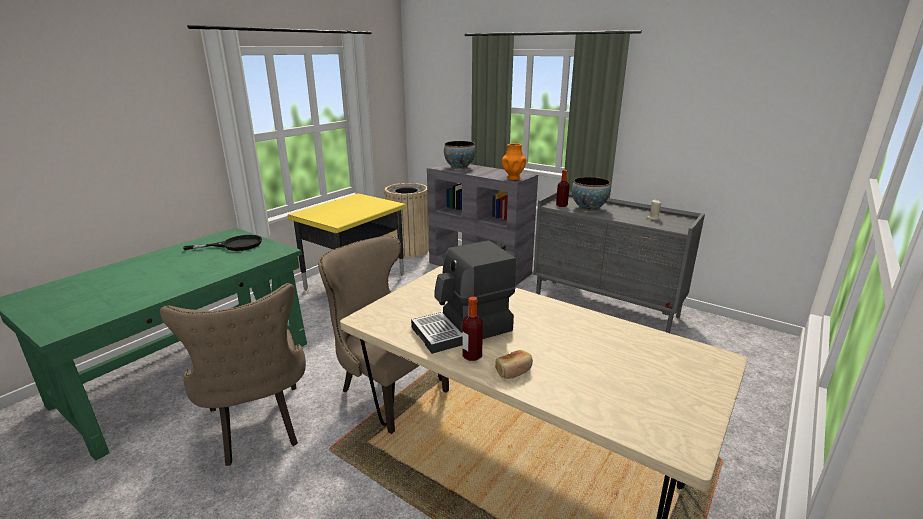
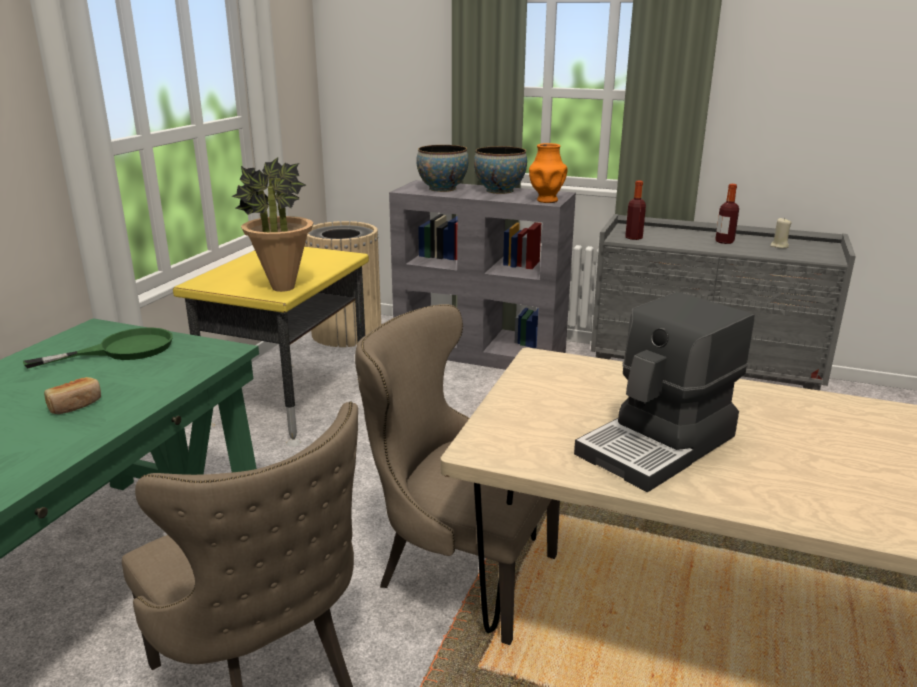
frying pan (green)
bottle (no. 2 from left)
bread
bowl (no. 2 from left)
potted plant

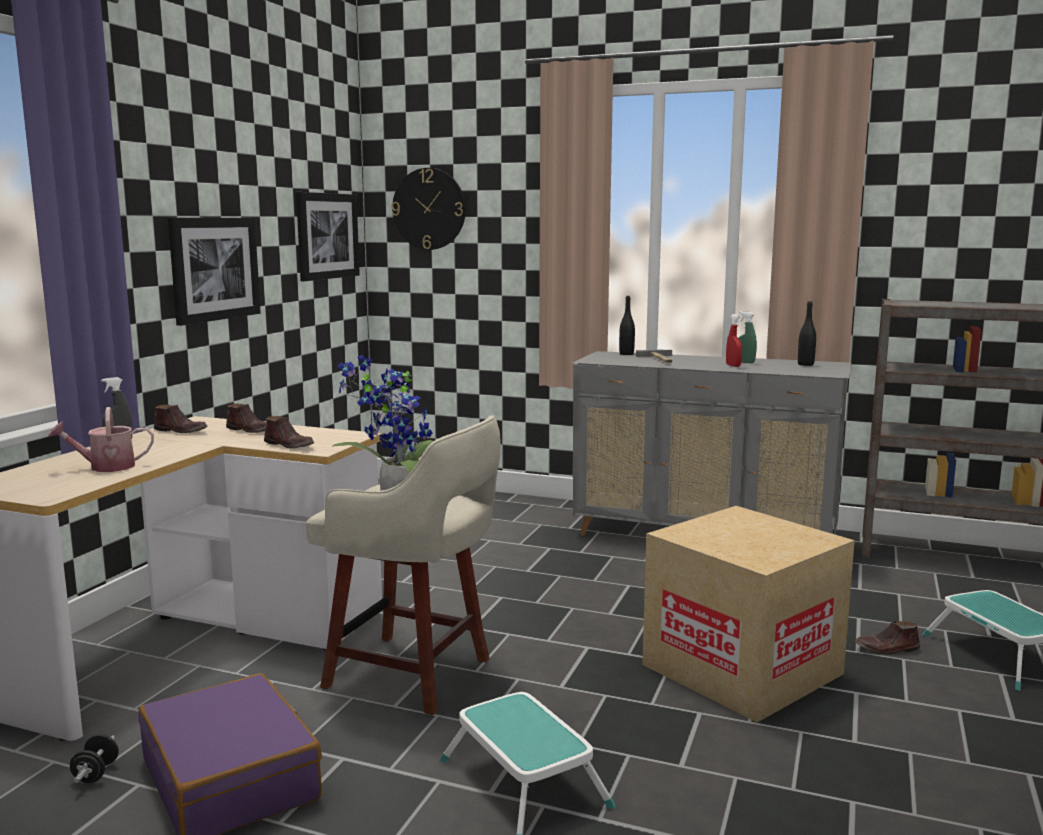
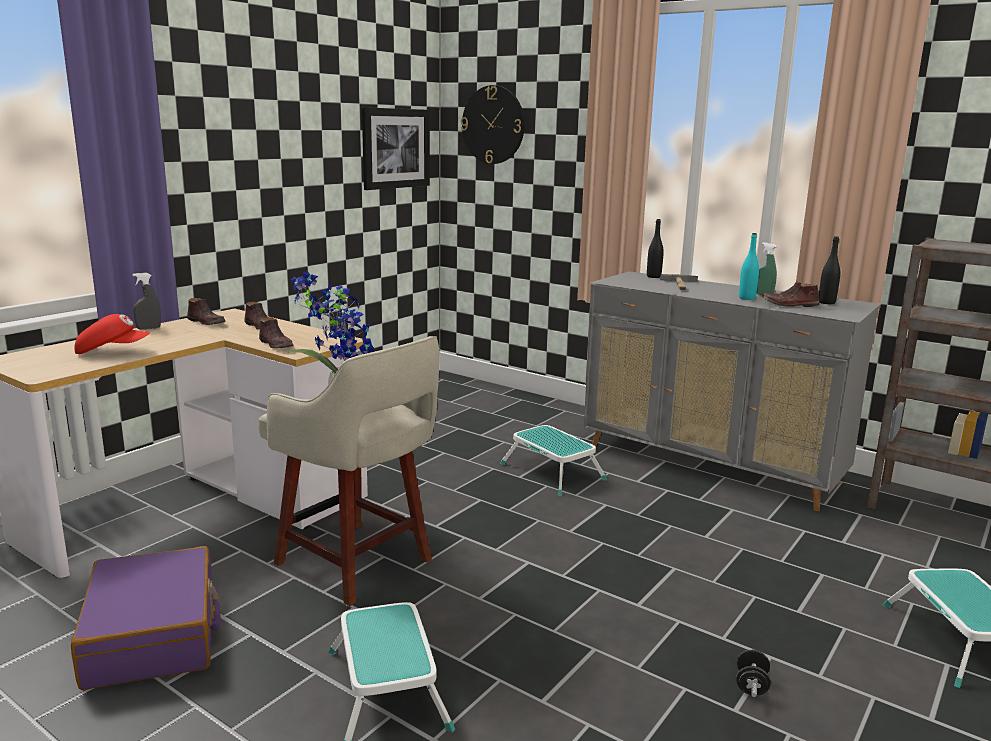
cap (red)
dumbbell (black)
picture (no. 1 from left in the first image)
cardboard box
bottle (turquoise)
shoe (brown) (no. 4 from left)
step ladder (turquoise) (no. 2 from left)

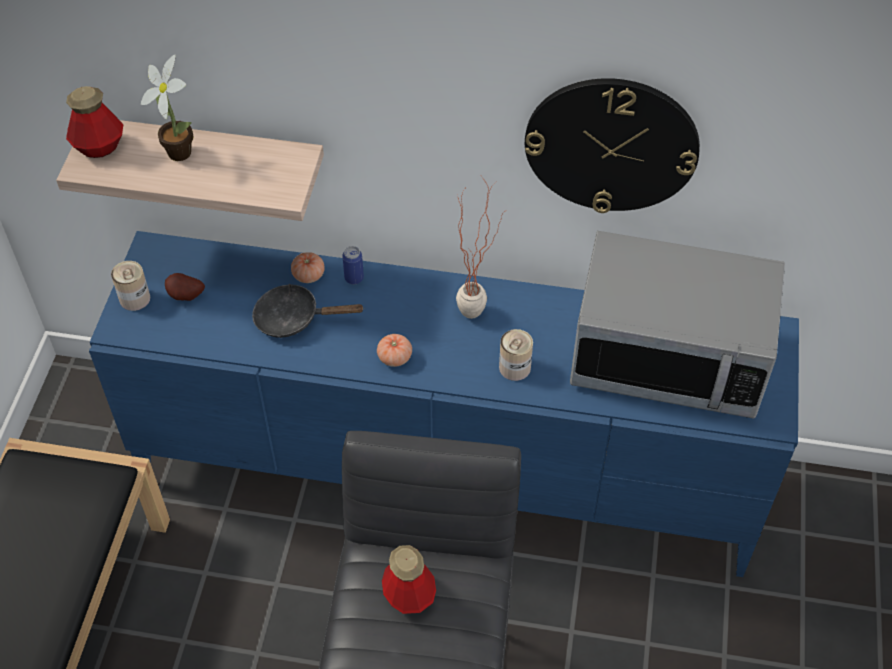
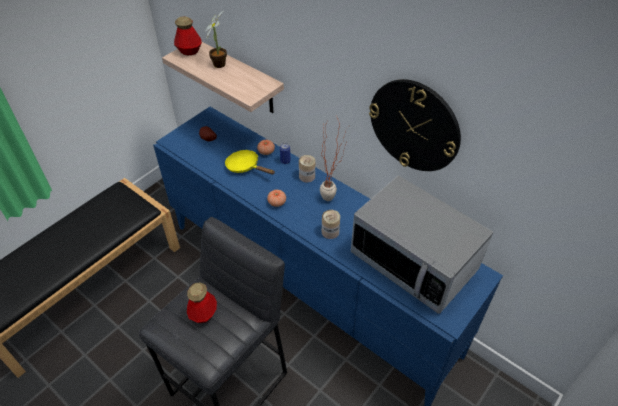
can (no. 2 from left)
frying pan (yellow)

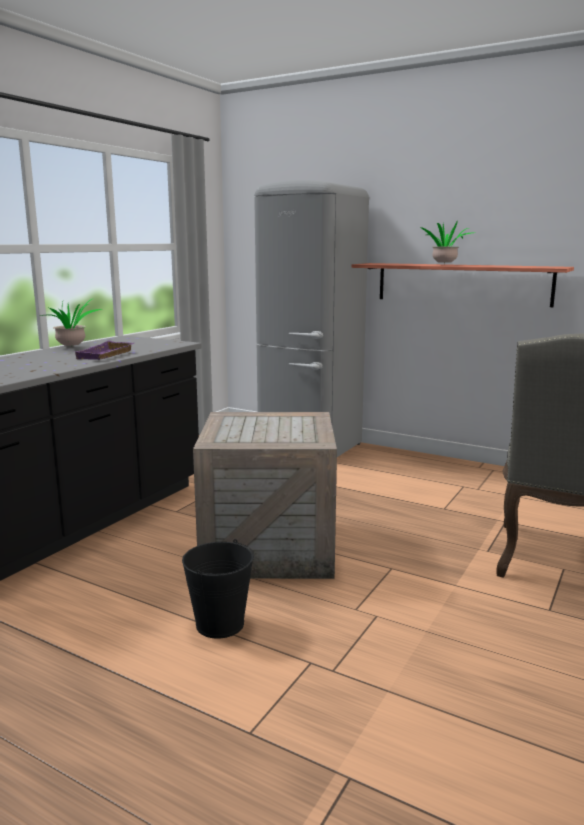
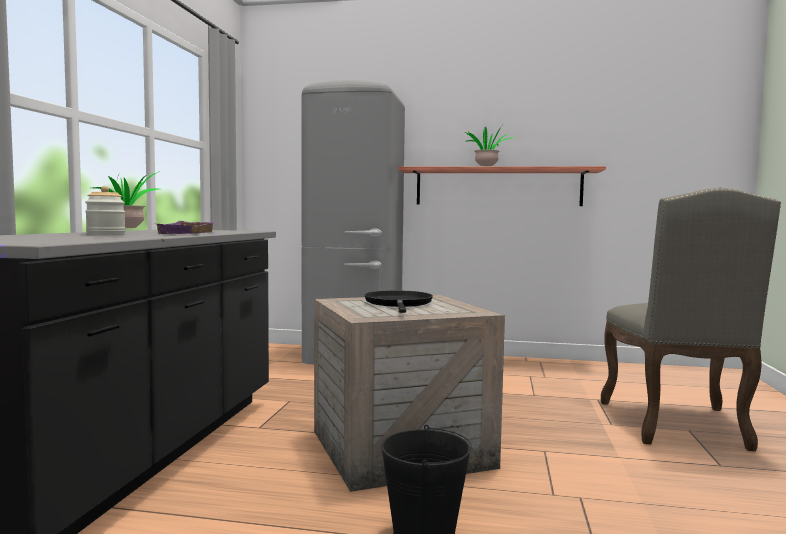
jar
frying pan (black)

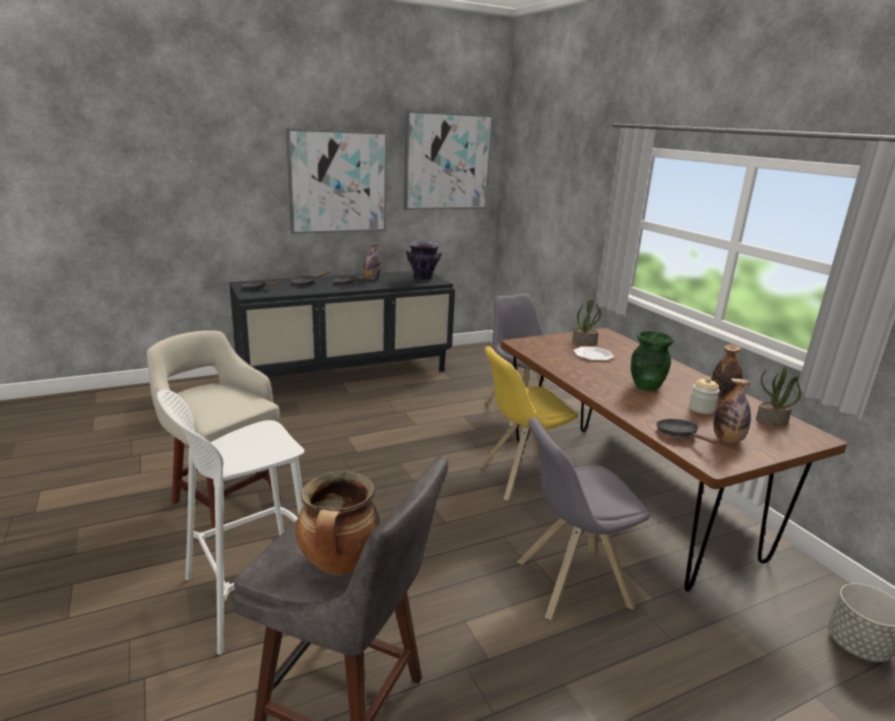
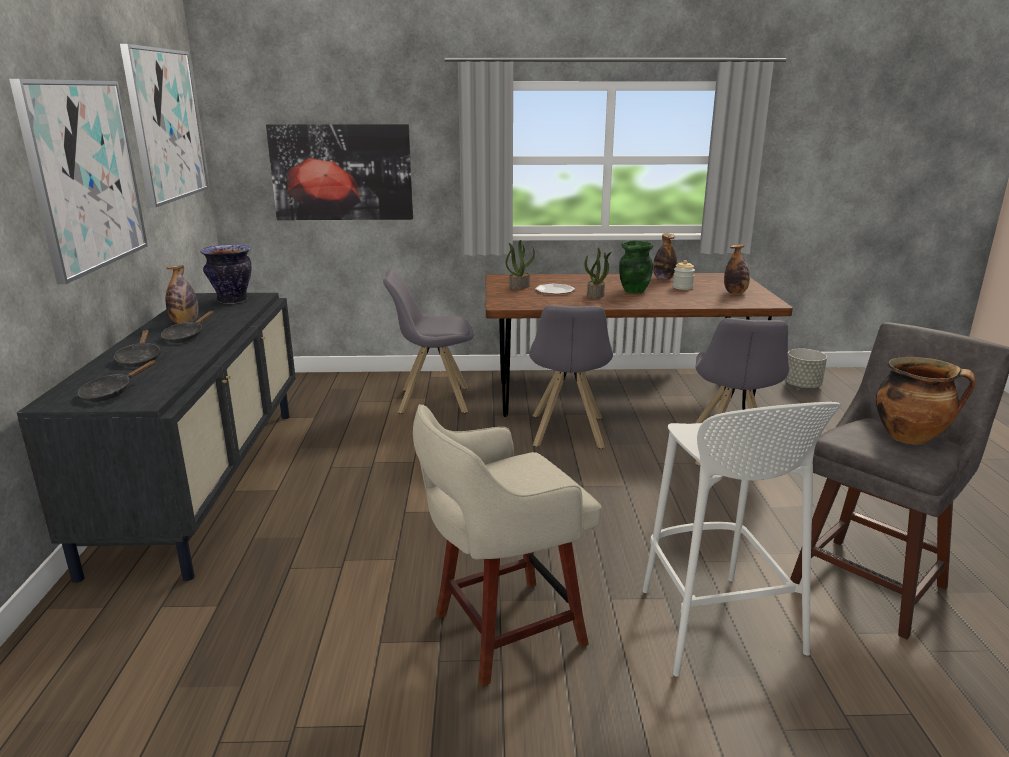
chair (grey) (no. 2 from left)
frying pan (black) (no. 4 from left in the first image)
potted plant (no. 2 from left)
picture (no. 3 from left)

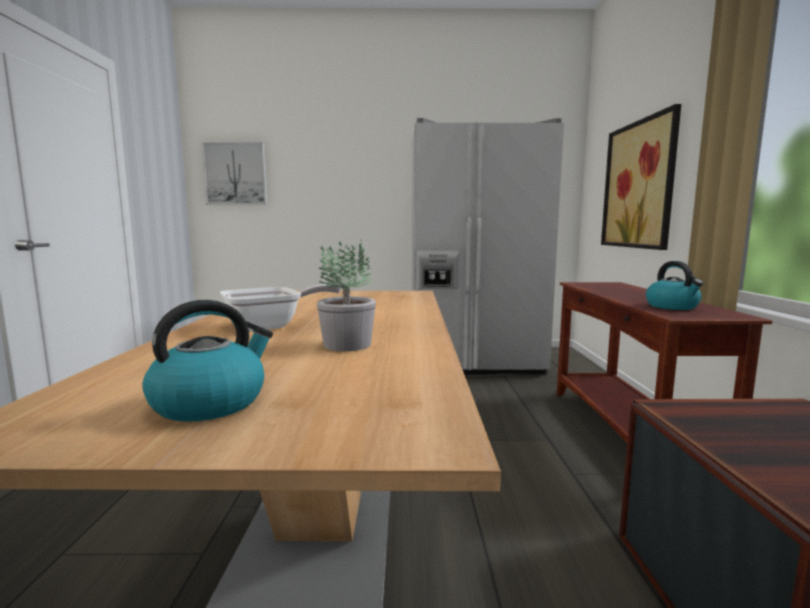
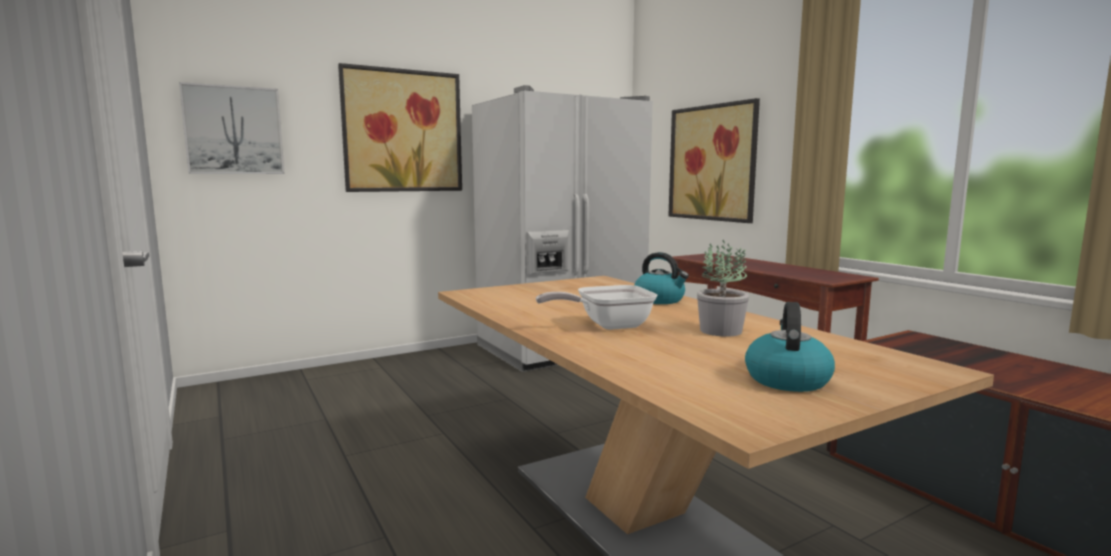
frying pan
kettle (no. 1 from left)
picture (no. 2 from left)

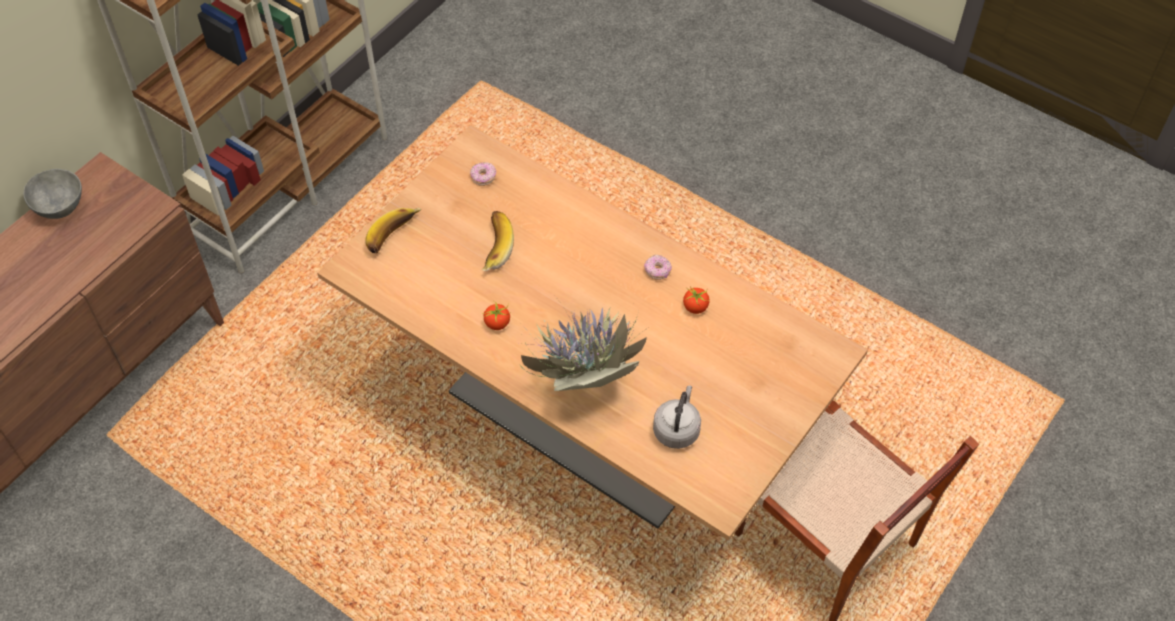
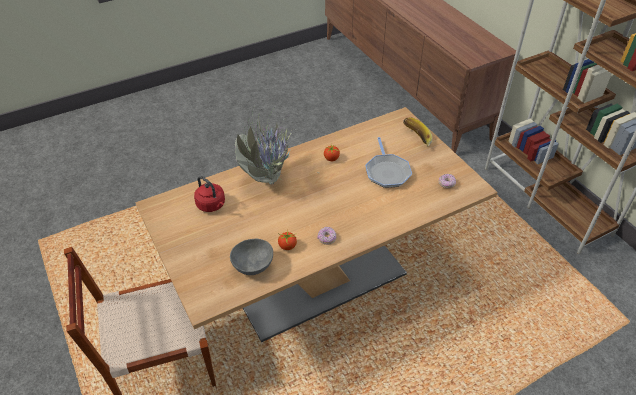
bowl (grey)
frying pan
kettle (red)

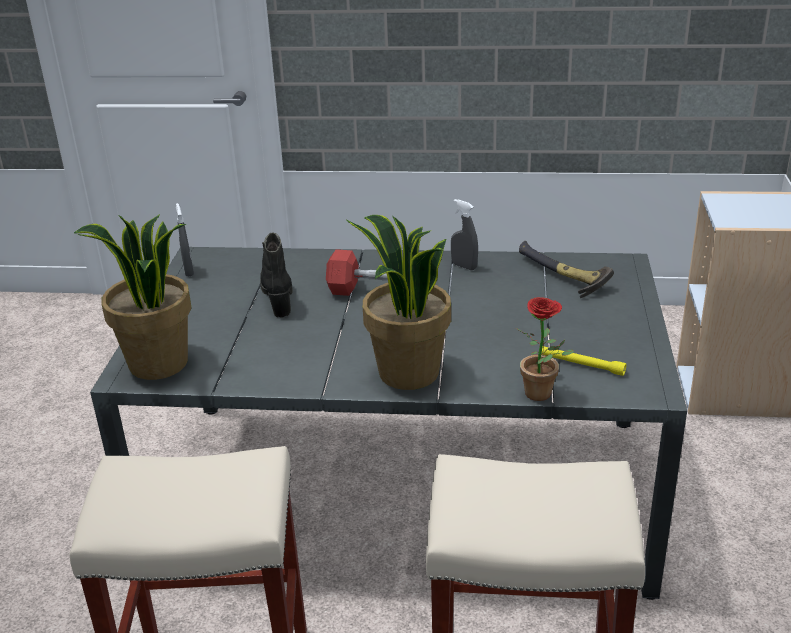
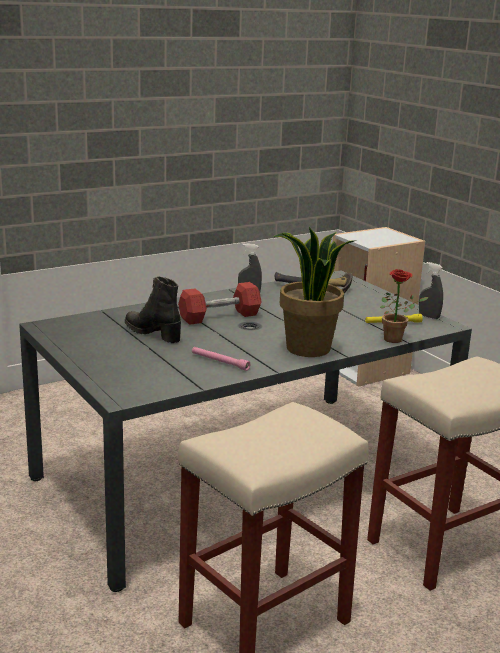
potted plant (no. 1 from left in the first image)
spray bottle (grey) (no. 2 from left)
flashlight (pink)

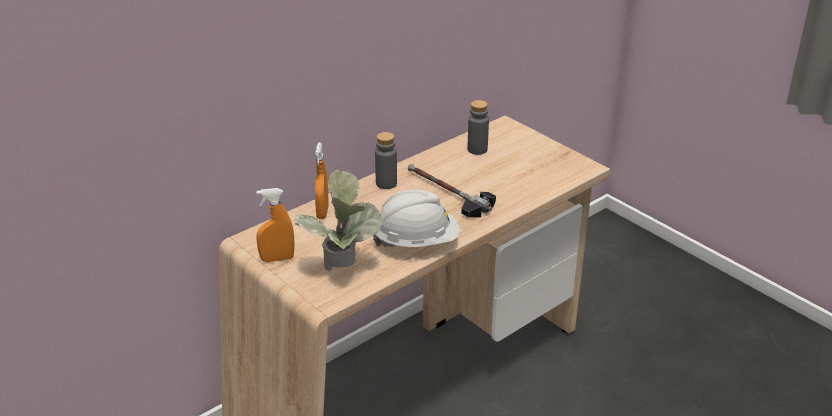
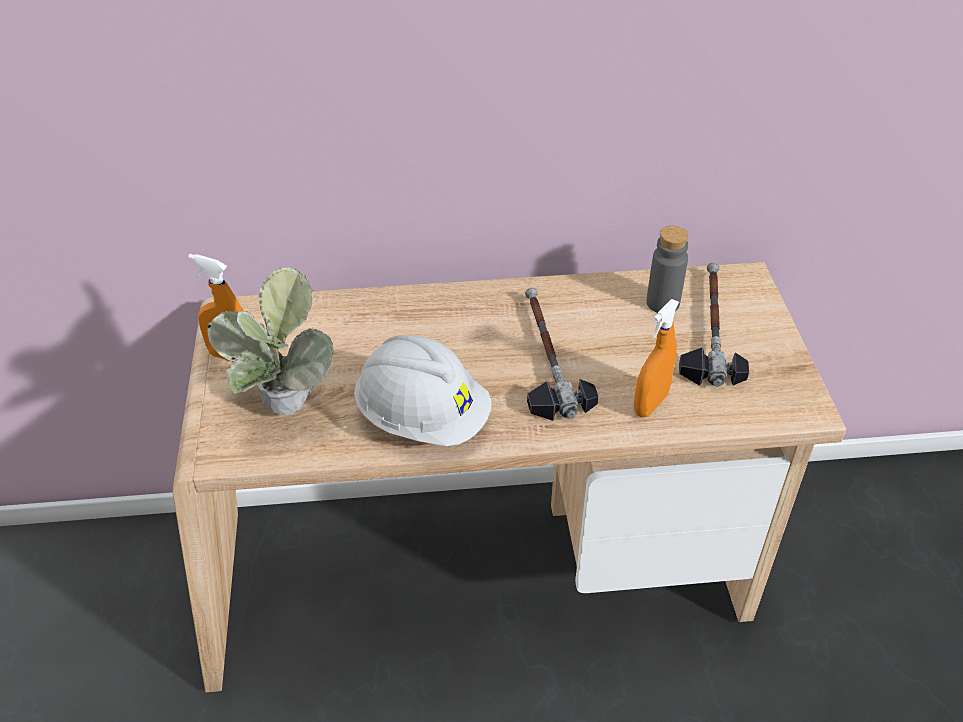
spray bottle (orange) (no. 2 from left)
bottle (grey) (no. 1 from left in the first image)
hammer (no. 2 from left)

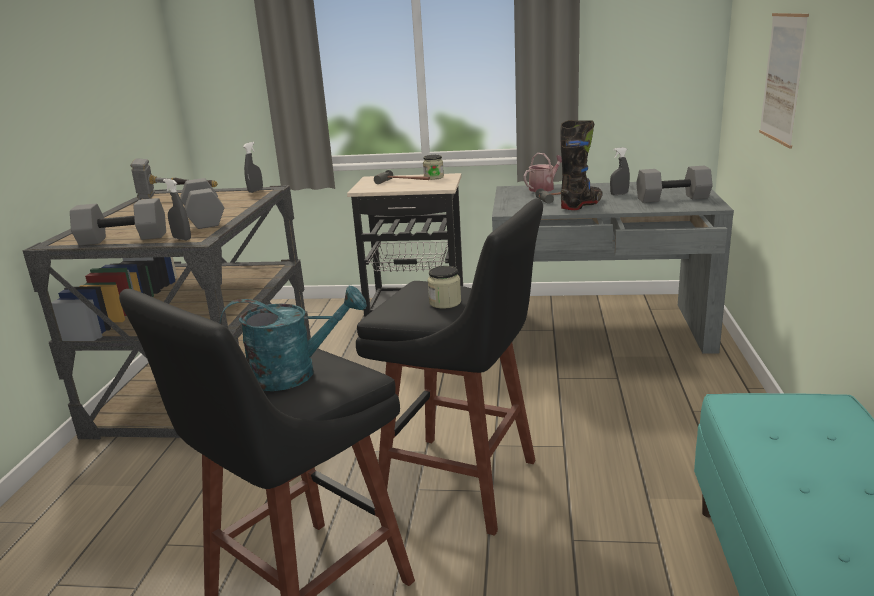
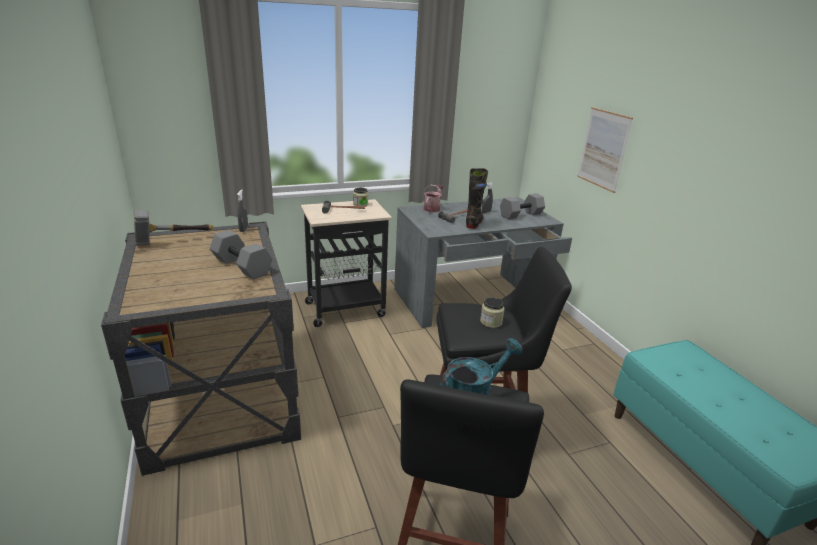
dumbbell (grey) (no. 1 from left in the first image)
spray bottle (grey) (no. 1 from left in the first image)

